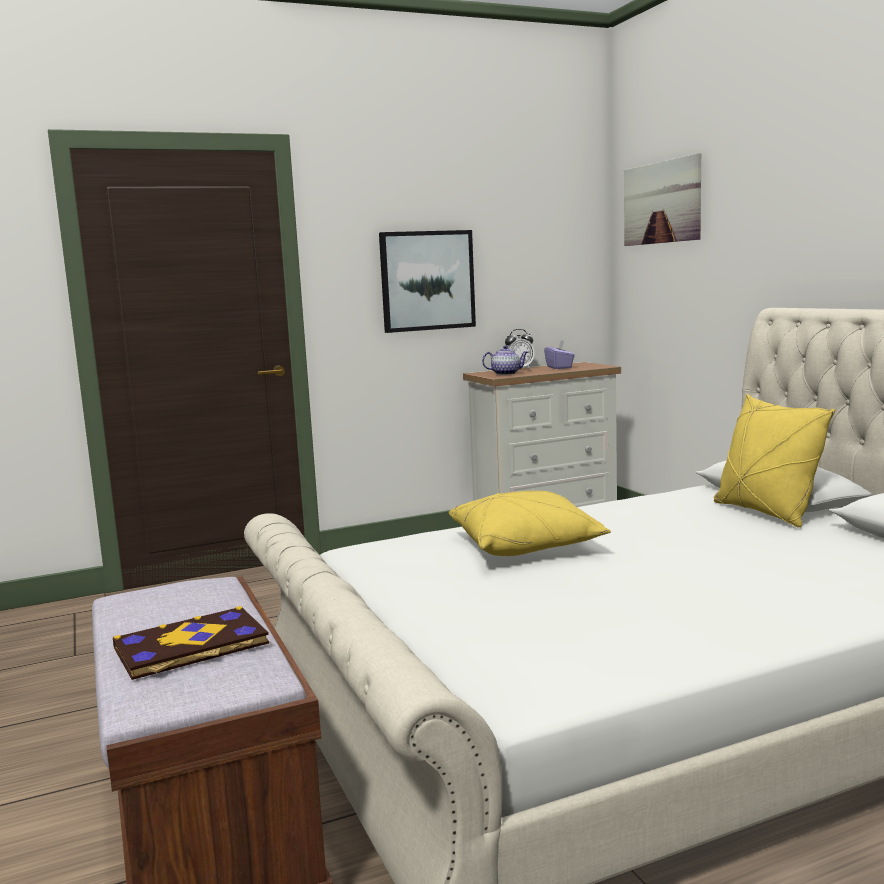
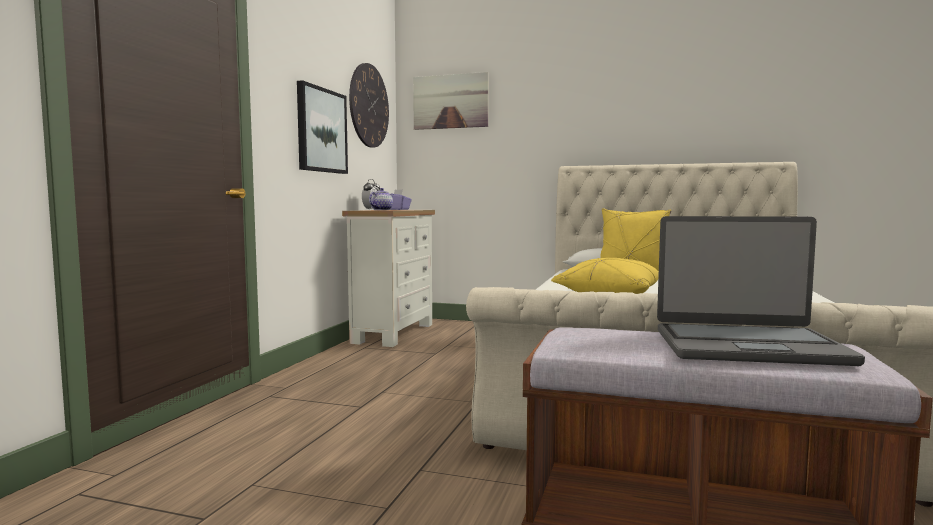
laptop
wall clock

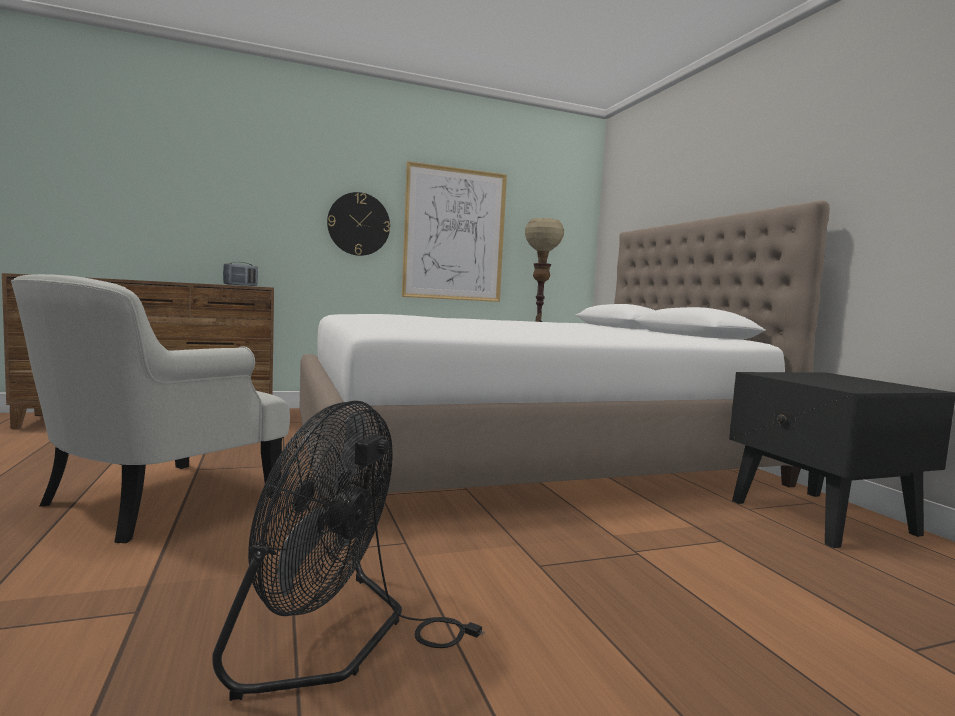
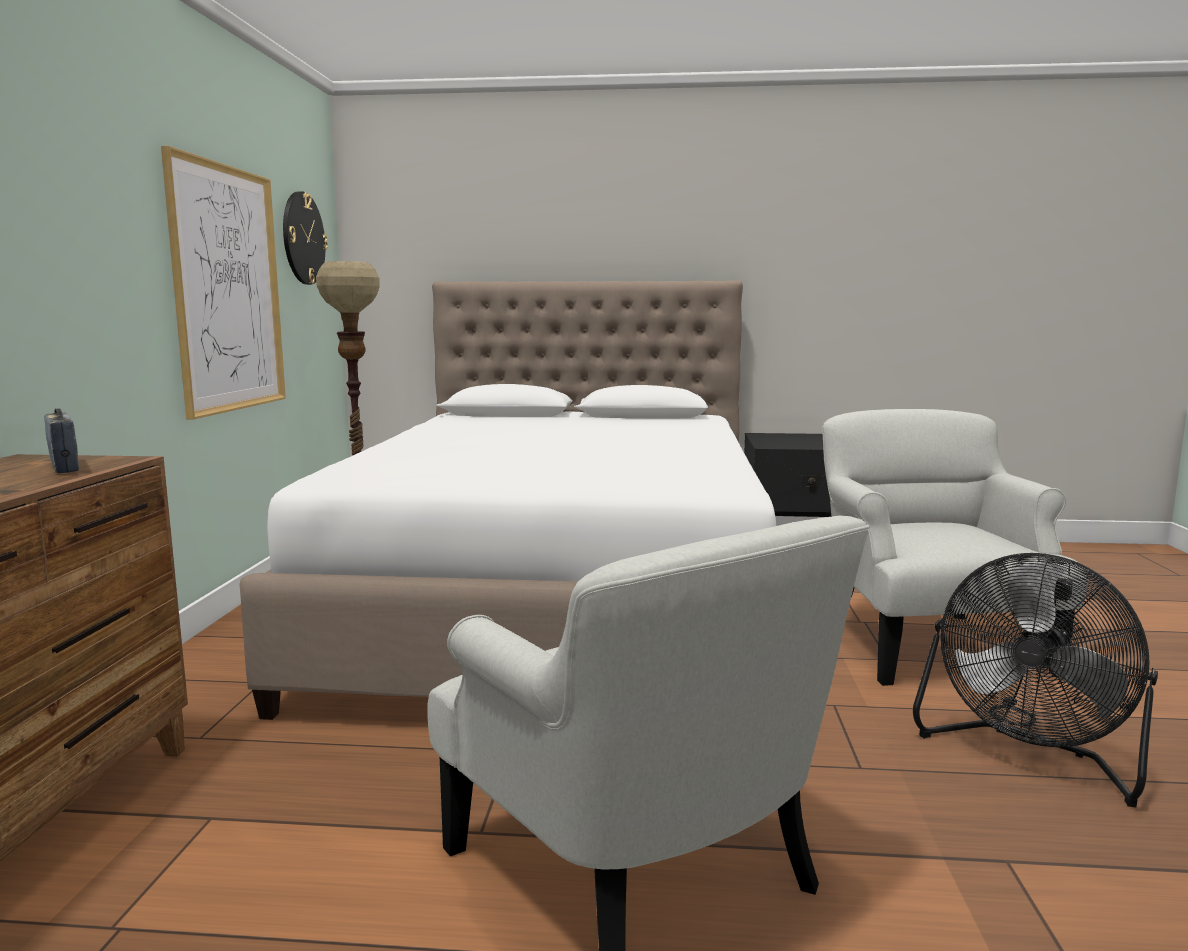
wall clock
armchair (white) (no. 2 from left)

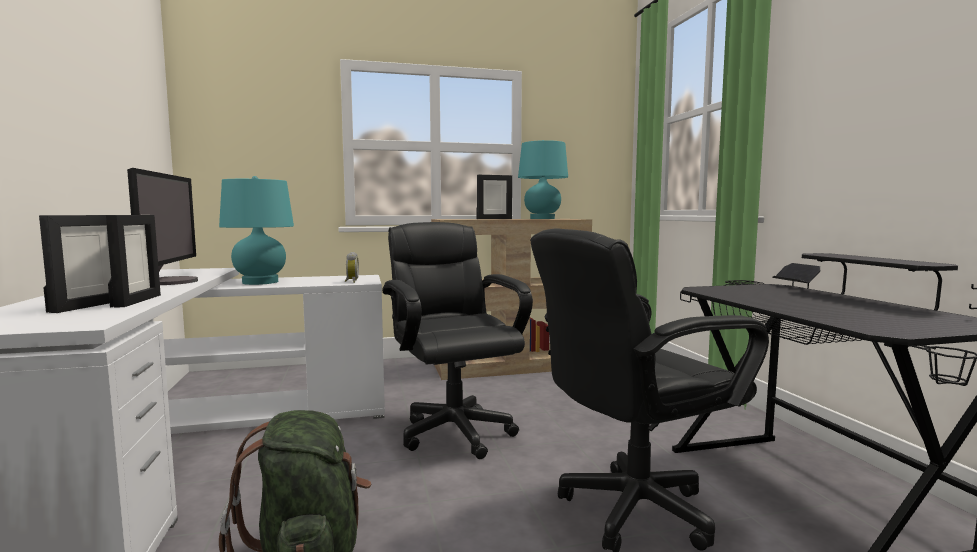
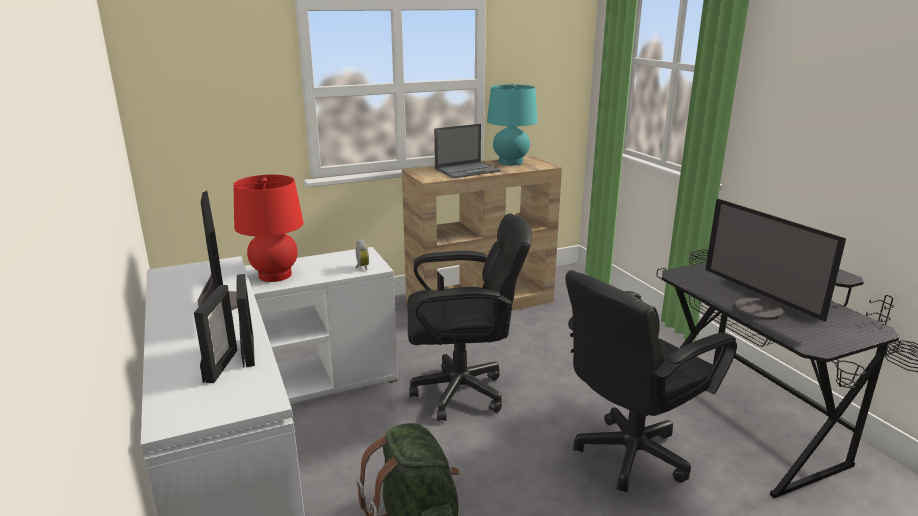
table lamp (red)
office chair (black) (no. 1 from left)
laptop
monitor (no. 2 from left)

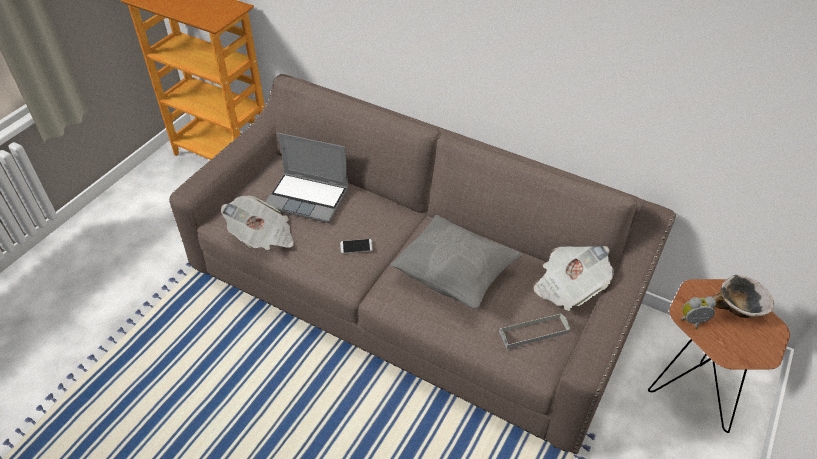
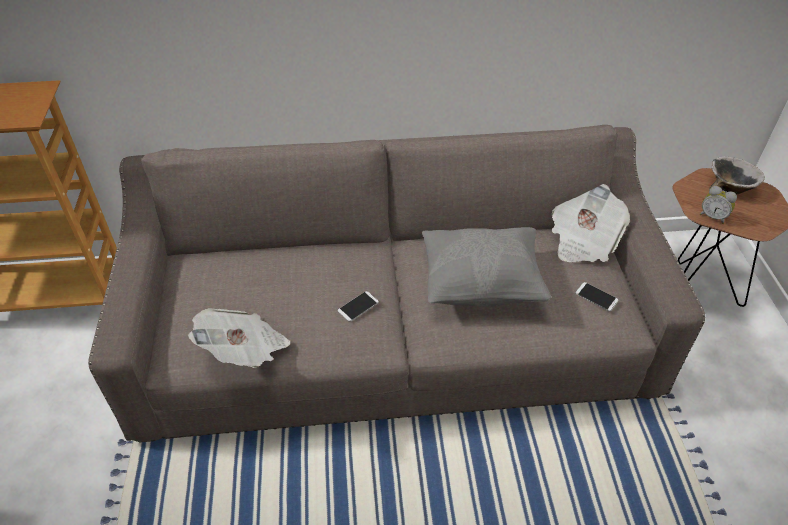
laptop
phone (no. 2 from left)
alarm clock

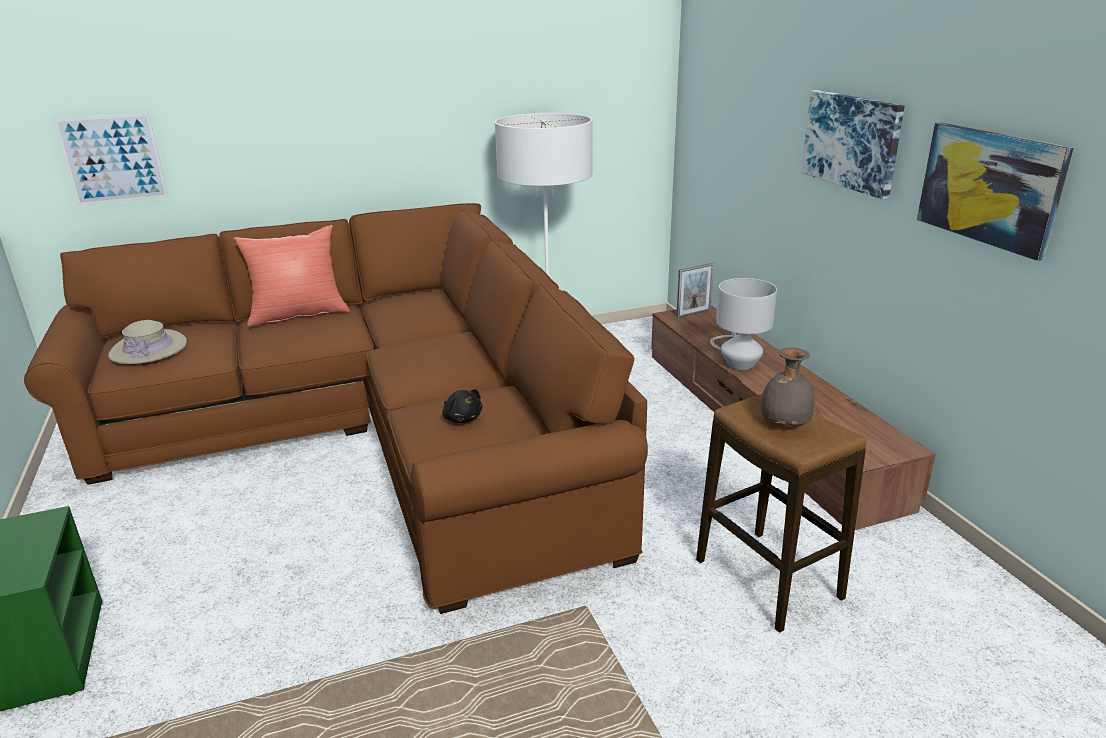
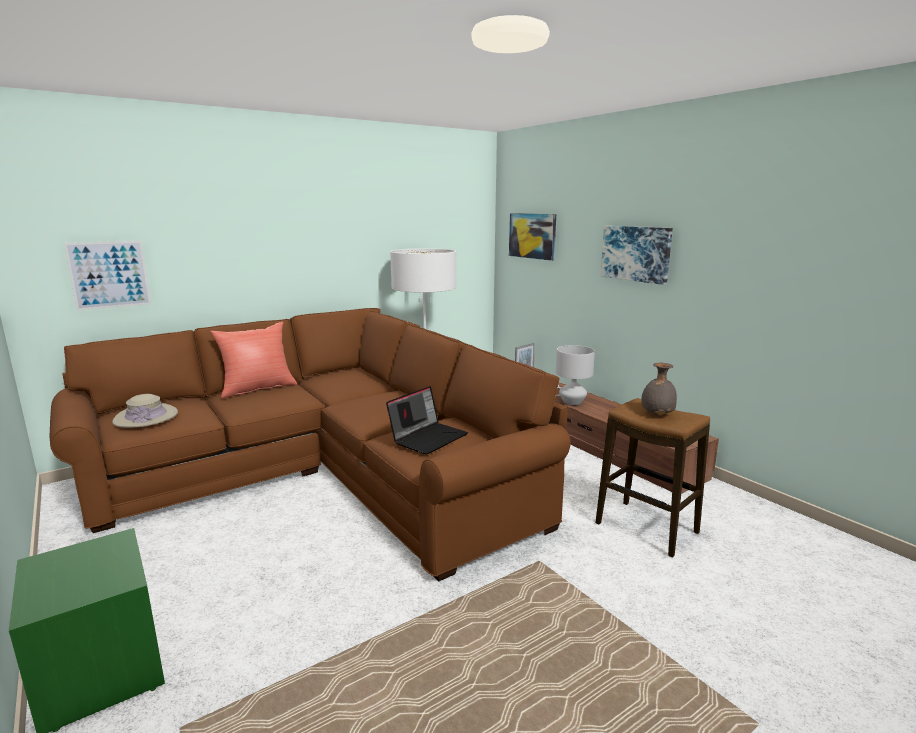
laptop
picture (no. 2 from left)

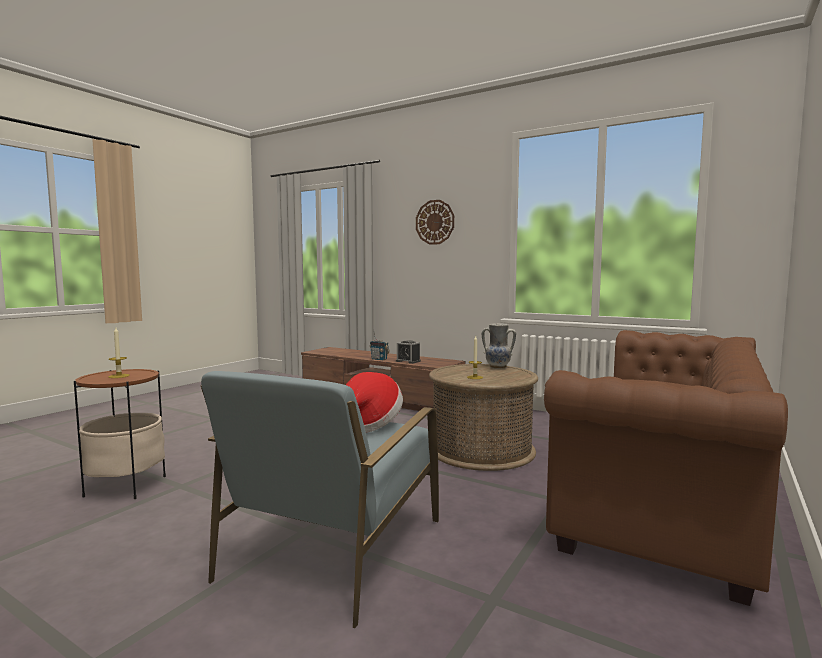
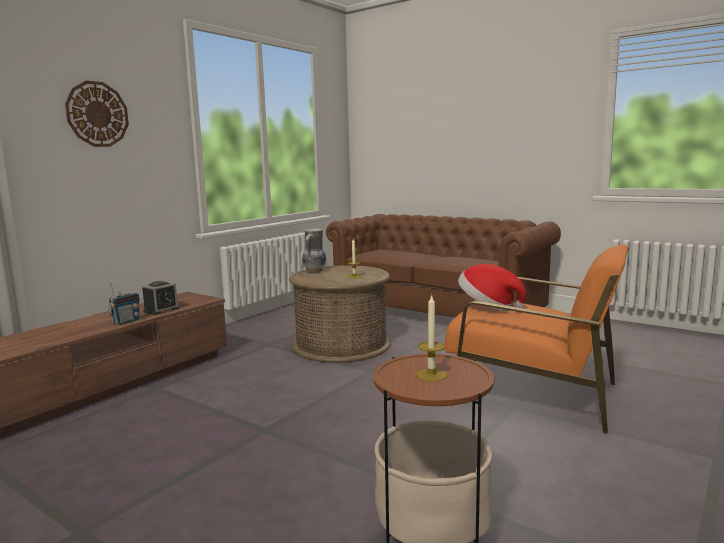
armchair (orange)

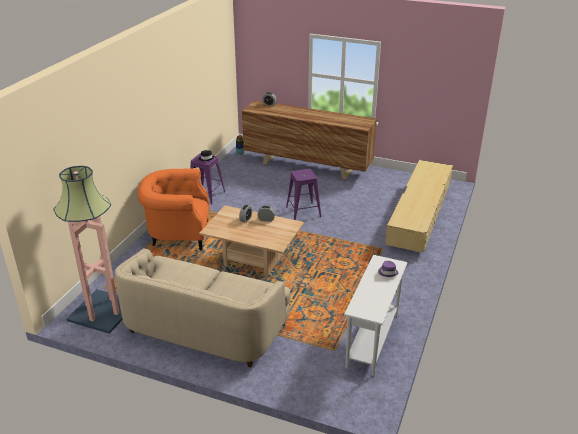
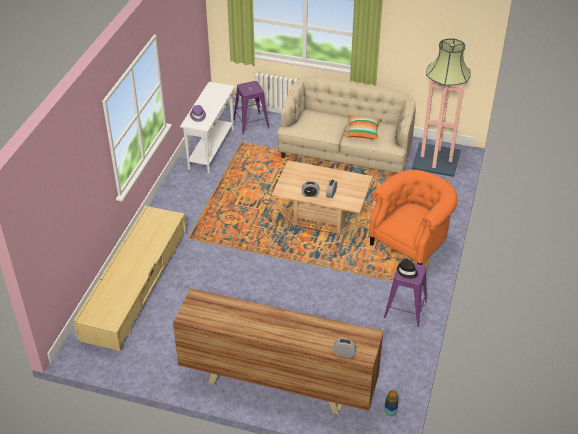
armchair (orange)
stool (purple) (no. 1 from left)
pillow

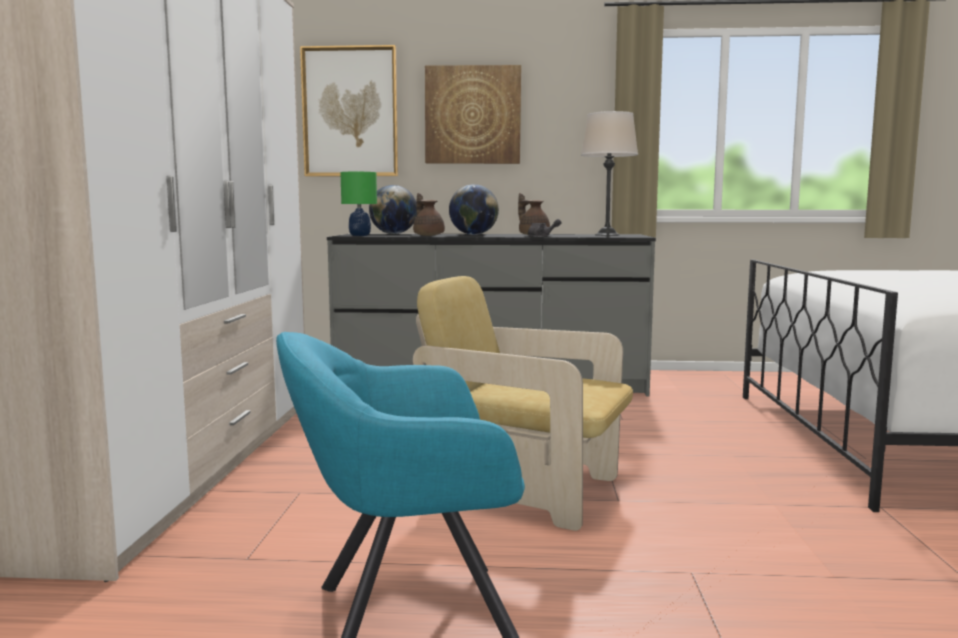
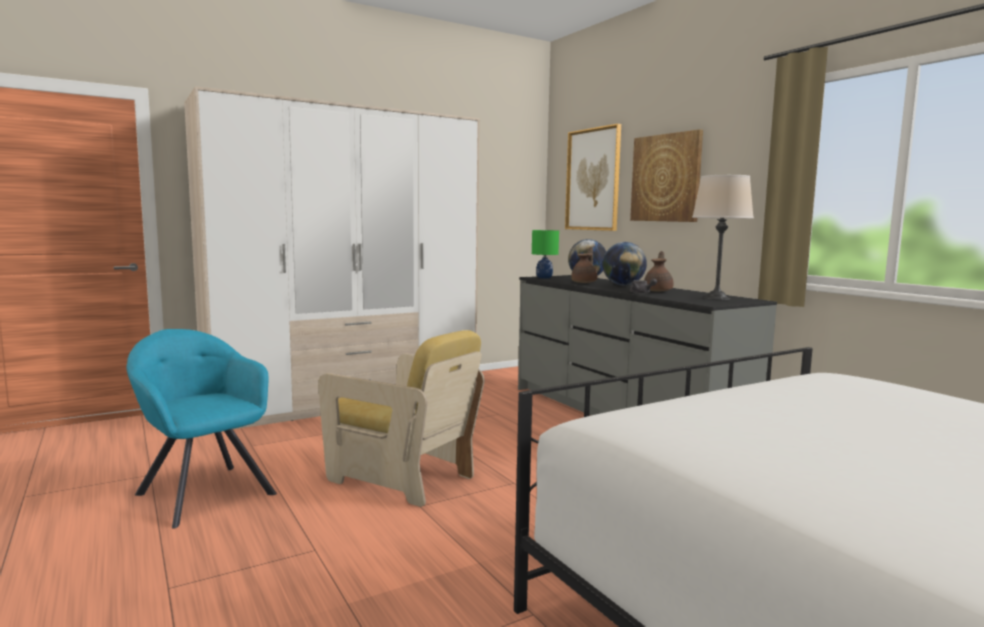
armchair (yellow)

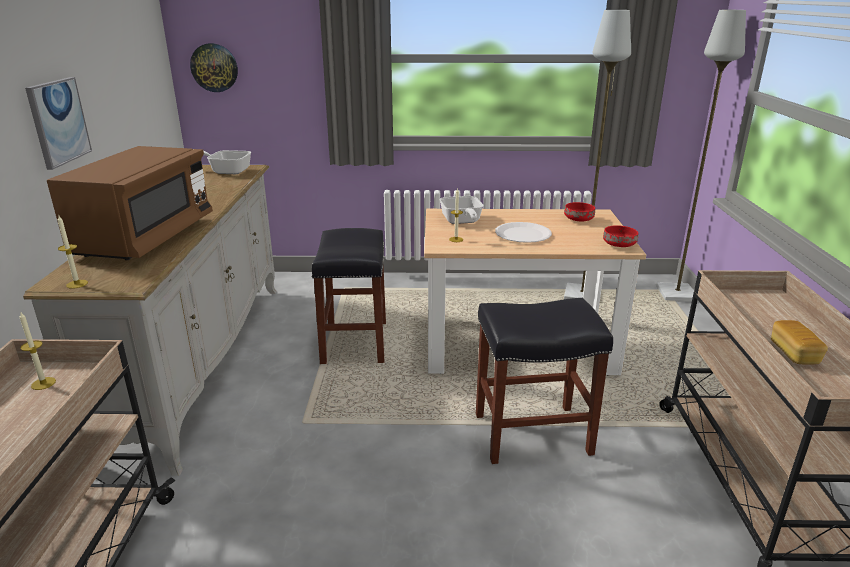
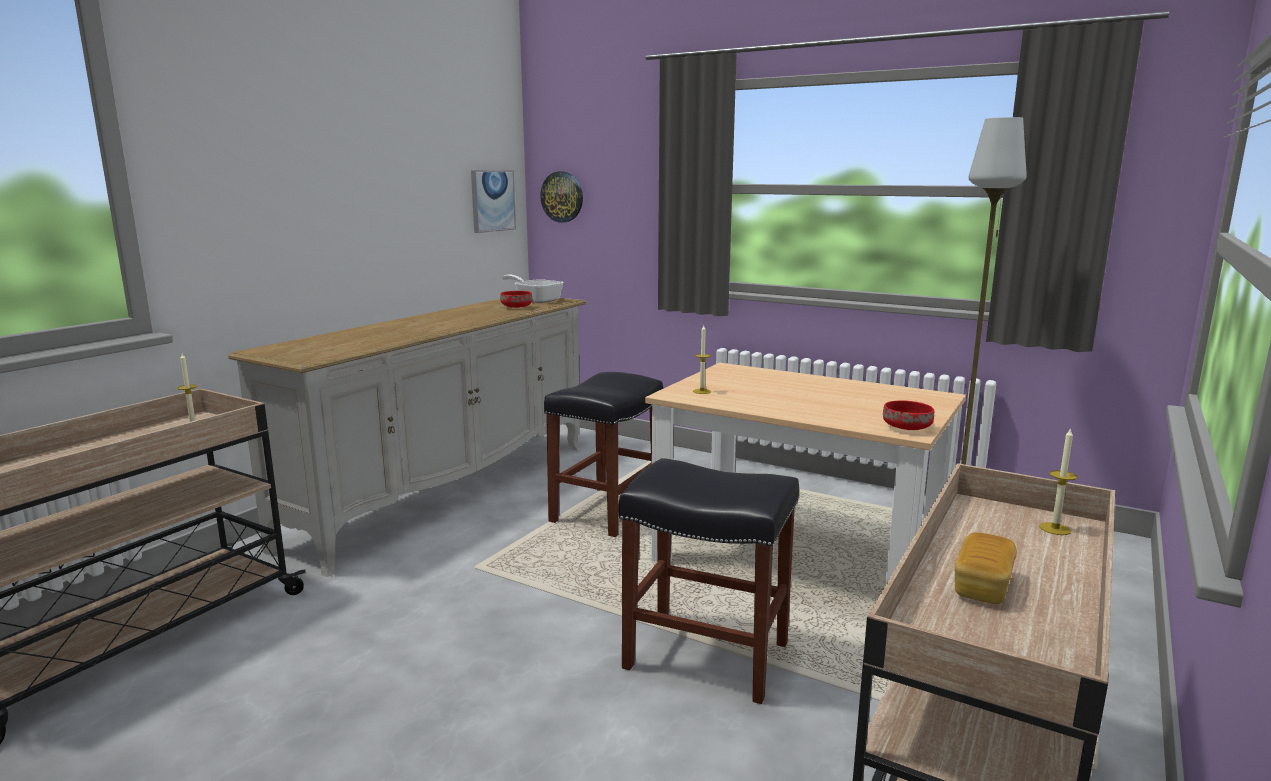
picture
microwave (brown)
candle (no. 3 from left)
frying pan (no. 2 from left in the first image)
plate (white)
bowl (red) (no. 1 from left)
floor lamp (grey) (no. 2 from left in the first image)

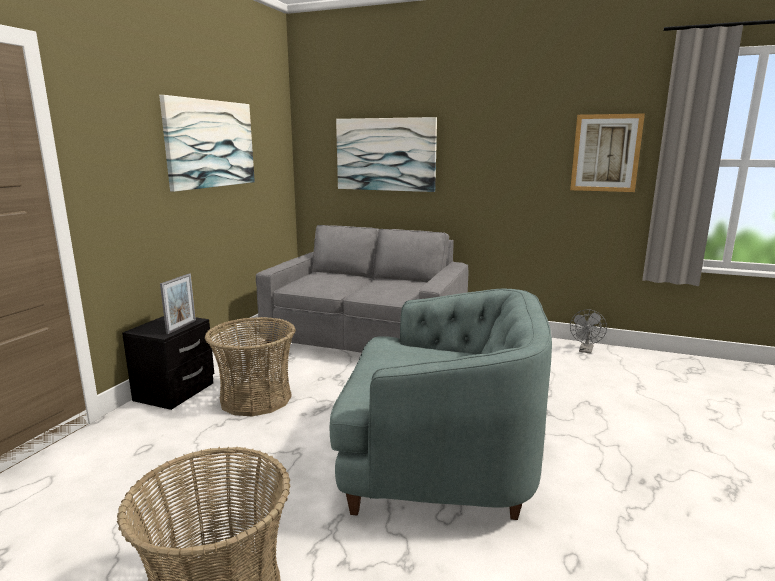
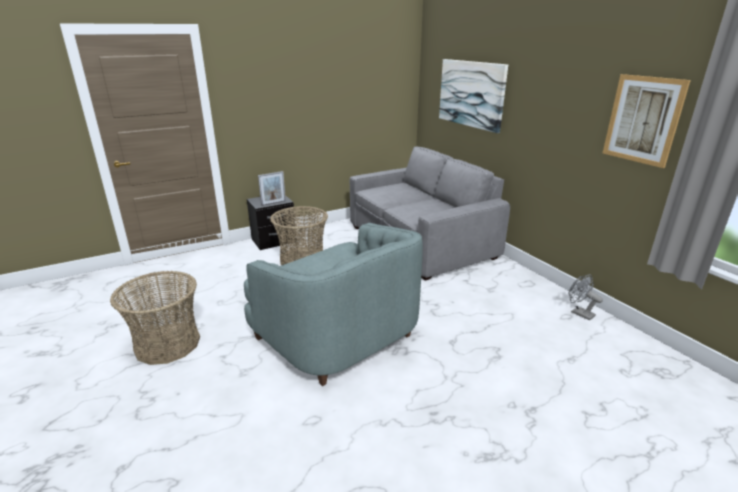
picture (no. 1 from left in the first image)
fan (grey)

